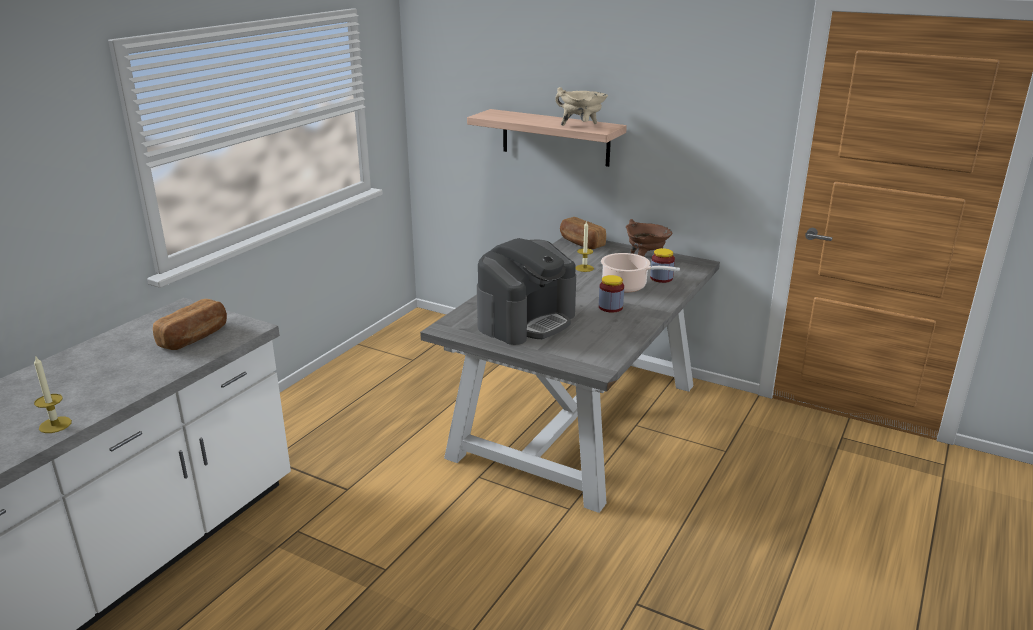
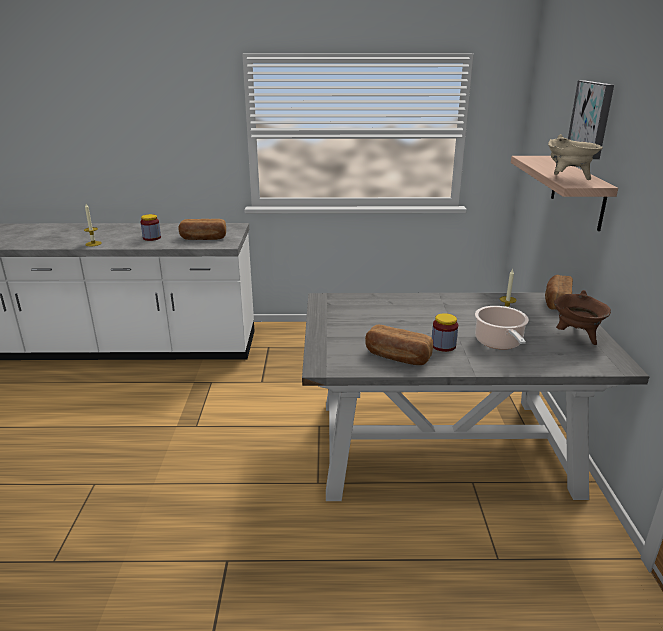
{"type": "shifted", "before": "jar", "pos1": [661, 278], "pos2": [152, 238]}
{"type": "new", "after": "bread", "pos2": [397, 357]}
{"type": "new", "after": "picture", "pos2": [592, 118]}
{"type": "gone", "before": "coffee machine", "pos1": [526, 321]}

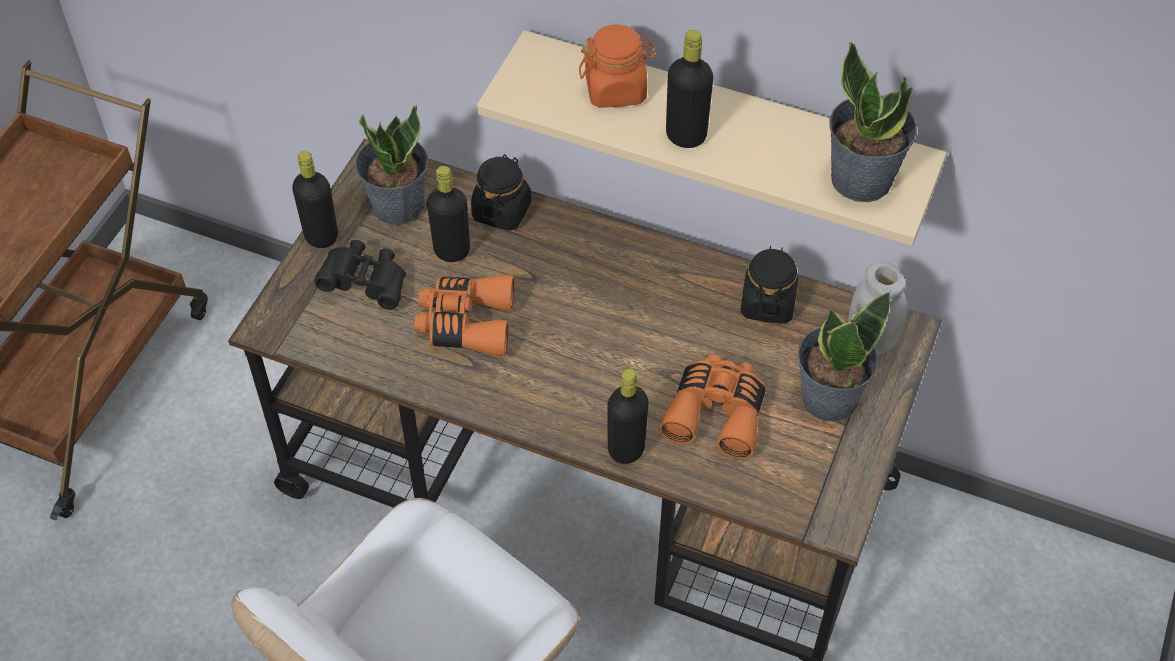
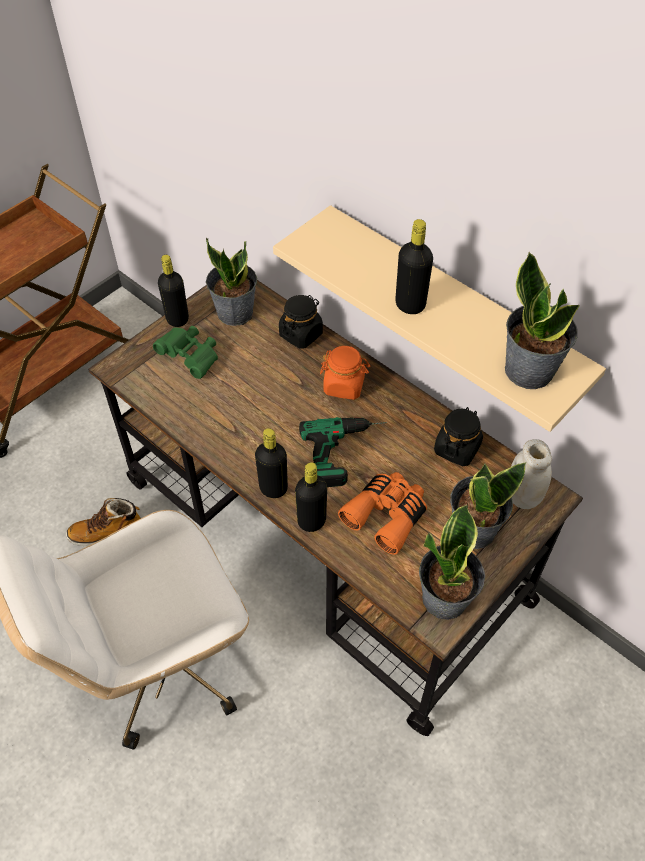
{"type": "new", "after": "boot", "pos2": [107, 532]}
{"type": "repainted", "before": "binoculars (black)", "after": "binoculars (green)", "pos1": [366, 283], "pos2": [191, 357]}
{"type": "shifted", "before": "bottle (black)", "pos1": [452, 251], "pos2": [273, 488]}
{"type": "new", "after": "power drill", "pos2": [346, 453]}
{"type": "shifted", "before": "jar (orange)", "pos1": [616, 89], "pos2": [344, 385]}
{"type": "new", "after": "potted plant", "pos2": [445, 599]}
{"type": "gone", "before": "binoculars (orange)", "pos1": [466, 323]}

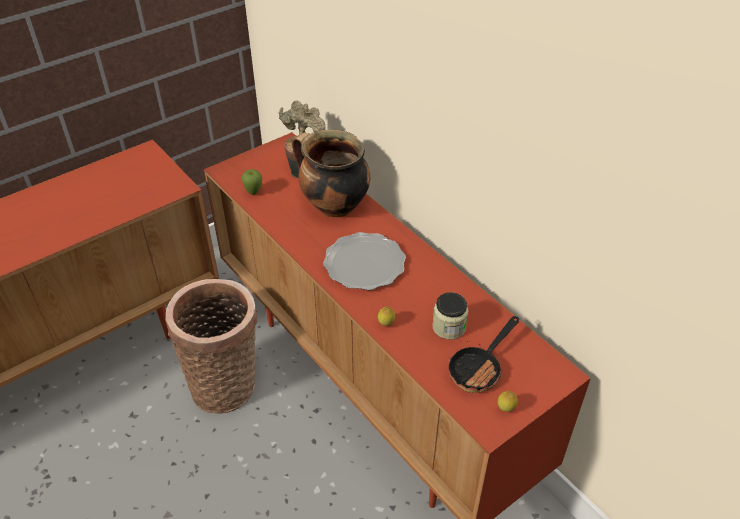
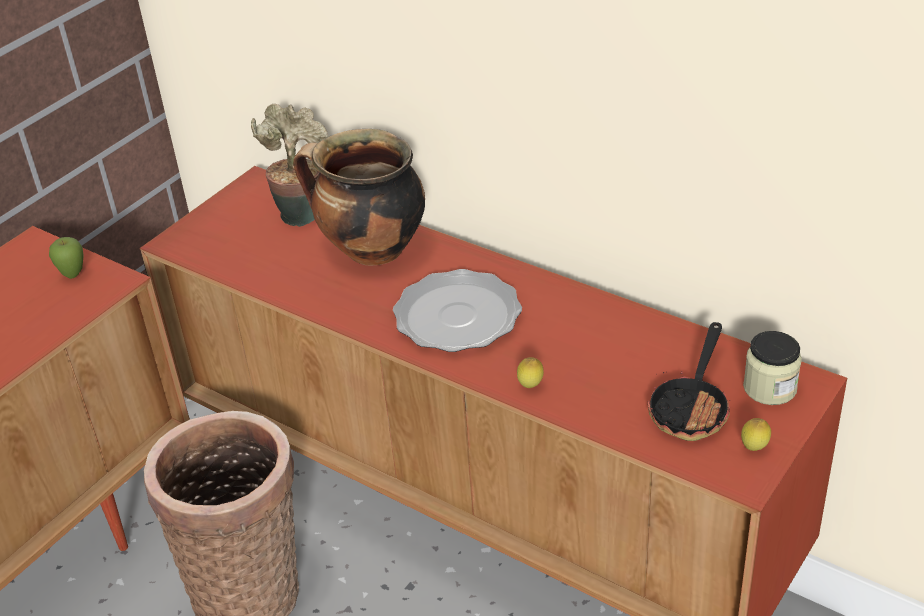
{"type": "shifted", "before": "apple", "pos1": [253, 193], "pos2": [73, 275]}
{"type": "shifted", "before": "jar", "pos1": [449, 327], "pos2": [770, 388]}

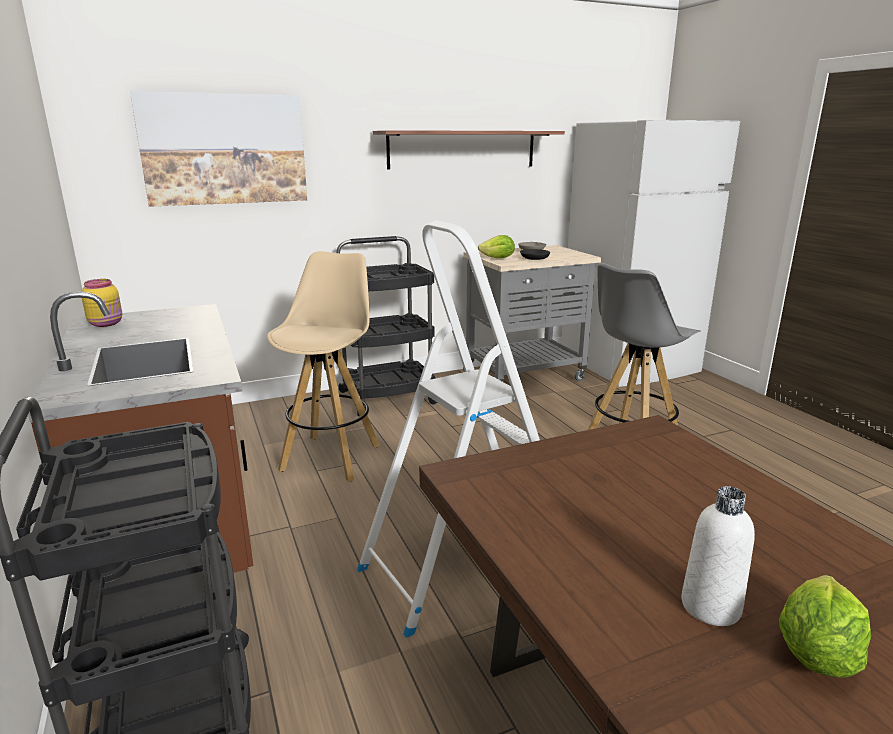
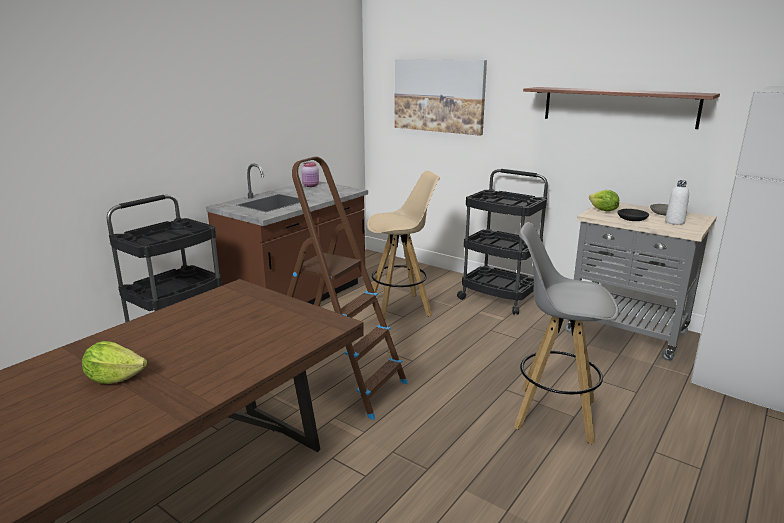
{"type": "repainted", "before": "step ladder (white)", "after": "step ladder (brown)", "pos1": [470, 564], "pos2": [335, 382]}
{"type": "repainted", "before": "jar (yellow)", "after": "jar (pink)", "pos1": [107, 324], "pos2": [311, 186]}
{"type": "shifted", "before": "bottle (white)", "pos1": [710, 606], "pos2": [674, 222]}

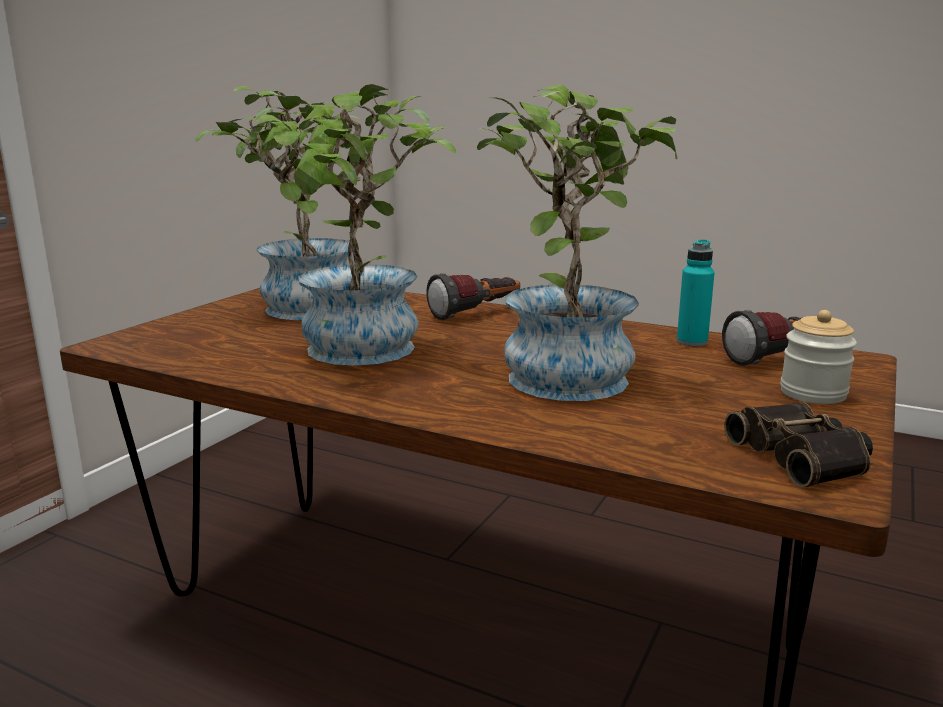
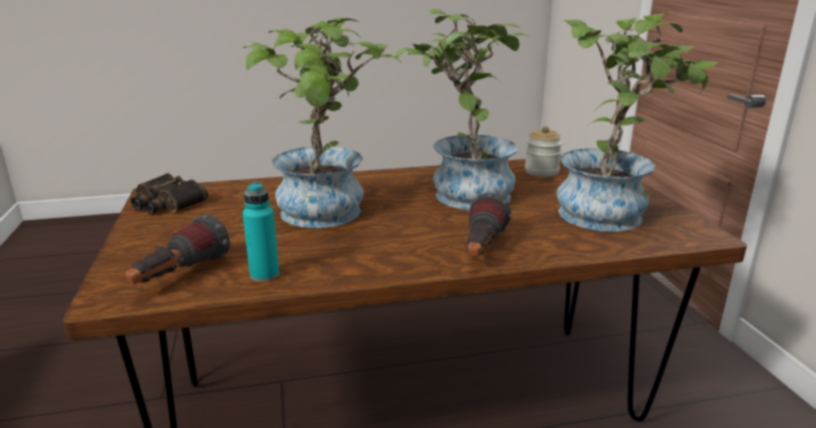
{"type": "shifted", "before": "jar", "pos1": [813, 393], "pos2": [541, 171]}

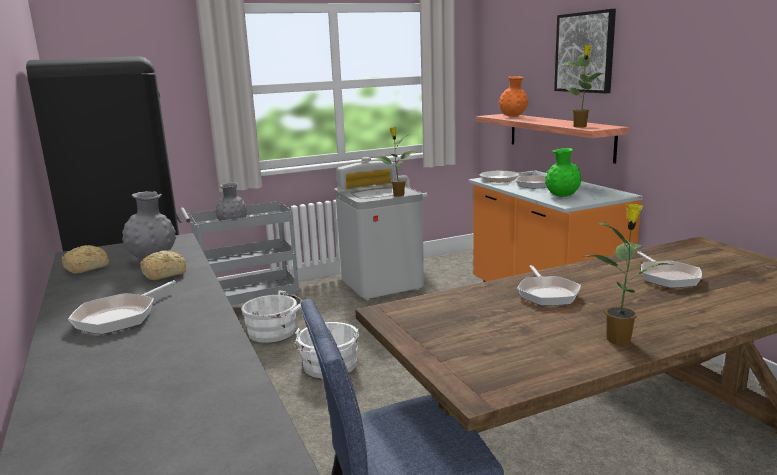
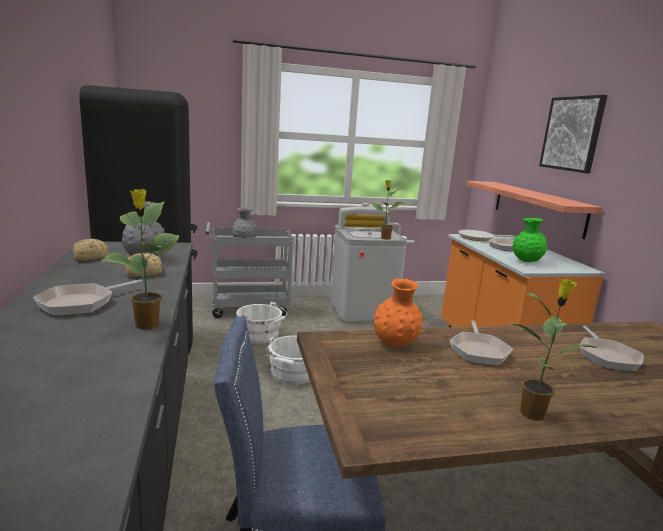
{"type": "shifted", "before": "potted plant", "pos1": [580, 126], "pos2": [147, 325]}
{"type": "shifted", "before": "vase (orange)", "pos1": [513, 116], "pos2": [395, 344]}

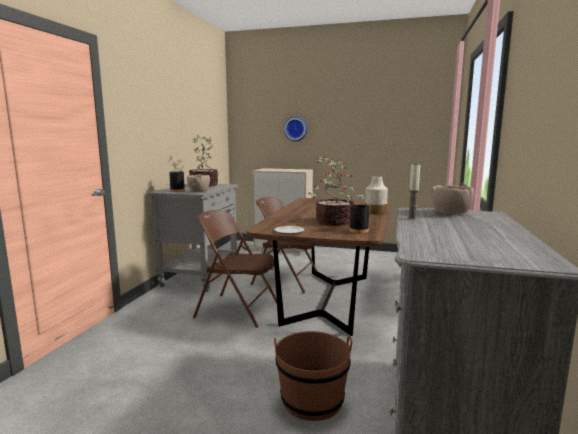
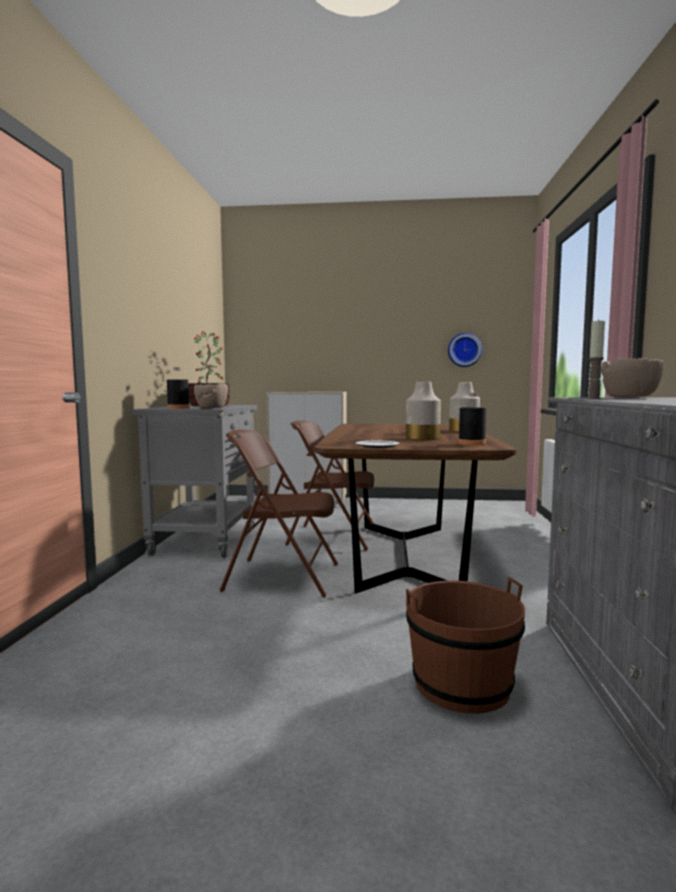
{"type": "swapped", "before": "potted plant", "after": "vase (beige)", "pos1": [332, 222], "pos2": [422, 438]}
{"type": "shifted", "before": "wall clock", "pos1": [296, 129], "pos2": [464, 350]}

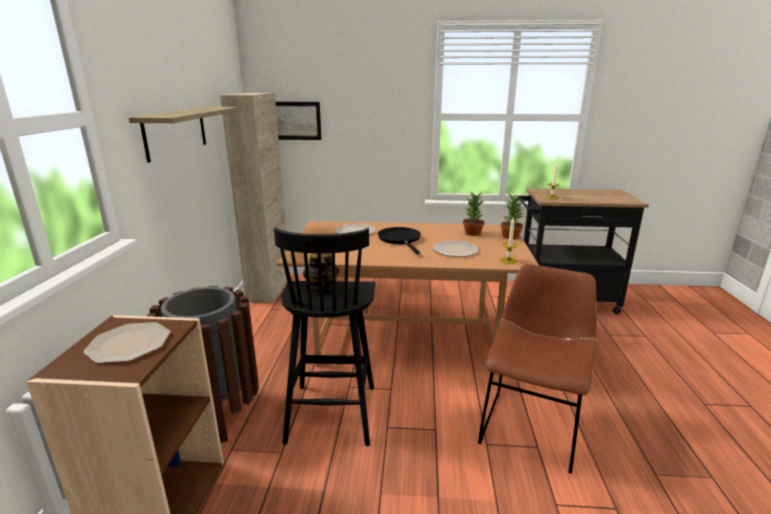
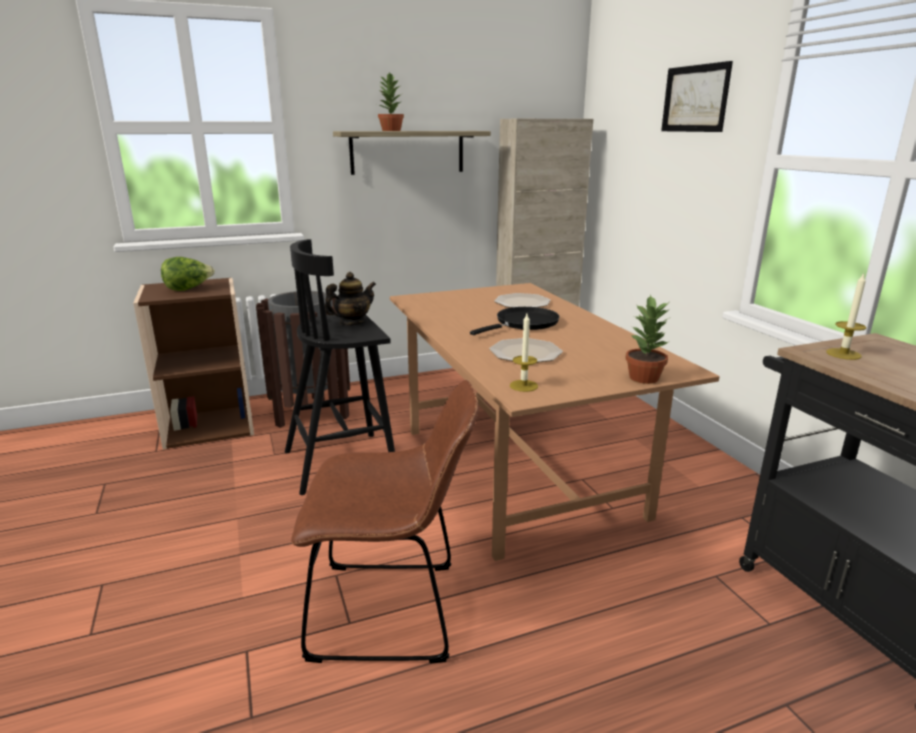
{"type": "swapped", "before": "plate", "after": "lettuce", "pos1": [128, 344], "pos2": [188, 289]}
{"type": "shifted", "before": "potted plant", "pos1": [473, 233], "pos2": [390, 131]}
{"type": "shifted", "before": "picture", "pos1": [294, 120], "pos2": [695, 98]}

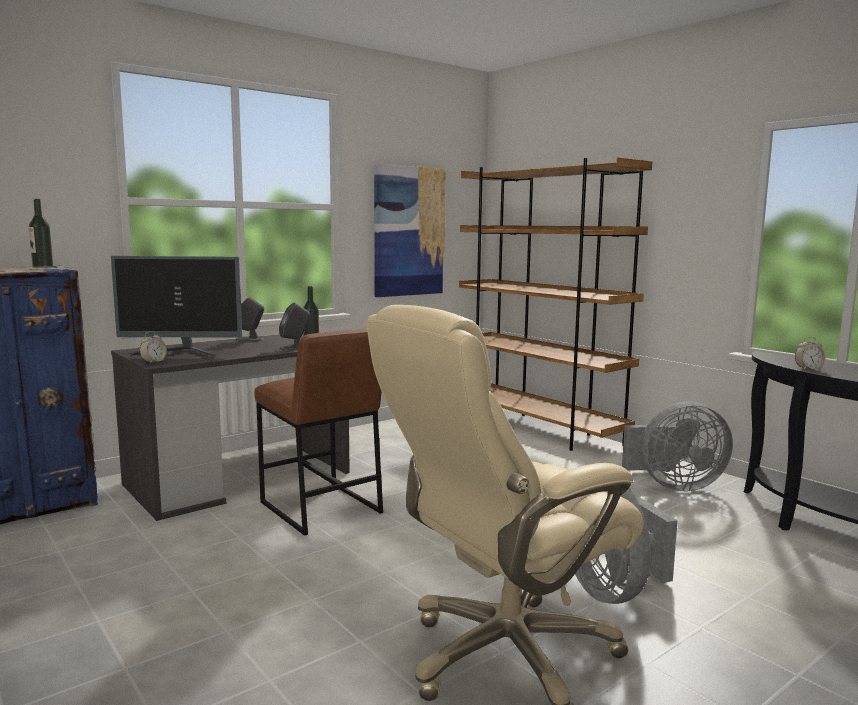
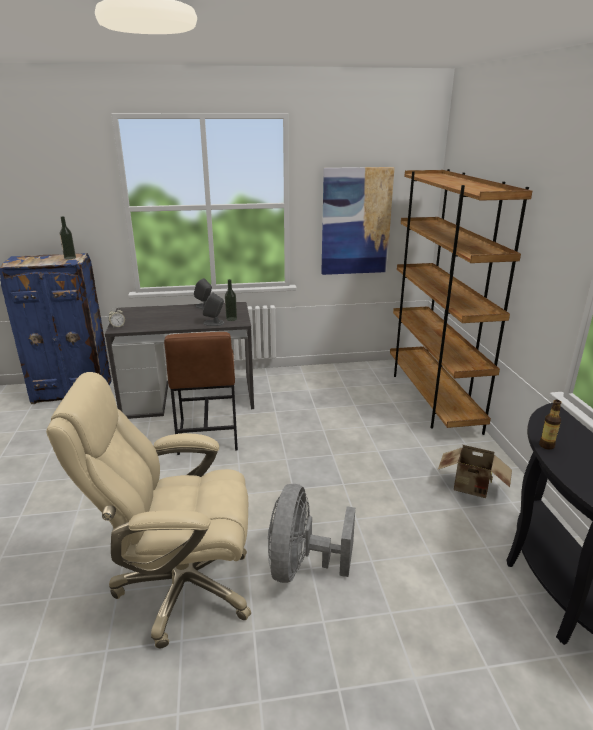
{"type": "swapped", "before": "fan (grey)", "after": "cardboard box", "pos1": [674, 485], "pos2": [472, 488]}
{"type": "swapped", "before": "alarm clock", "after": "bottle", "pos1": [808, 369], "pos2": [546, 445]}
{"type": "gone", "before": "monitor", "pos1": [182, 353]}

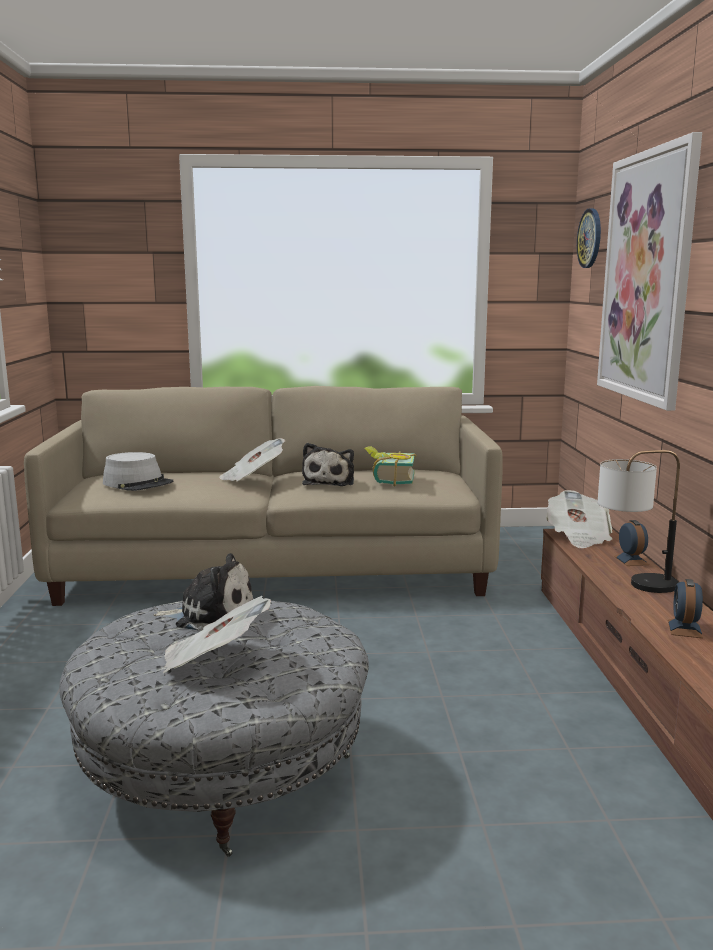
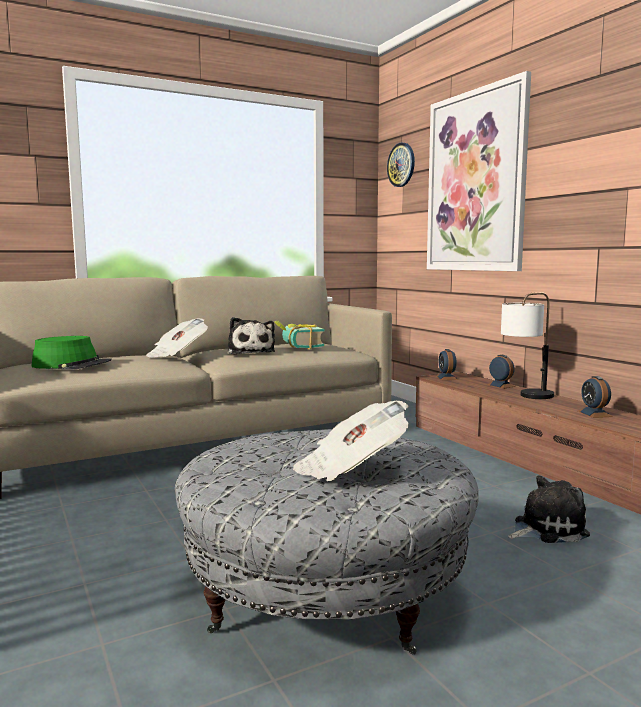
{"type": "repainted", "before": "hat (grey)", "after": "hat (green)", "pos1": [138, 483], "pos2": [72, 365]}
{"type": "swapped", "before": "newspaper", "after": "alarm clock", "pos1": [578, 537], "pos2": [446, 378]}
{"type": "shifted", "before": "plush toy", "pos1": [210, 615], "pos2": [546, 529]}

